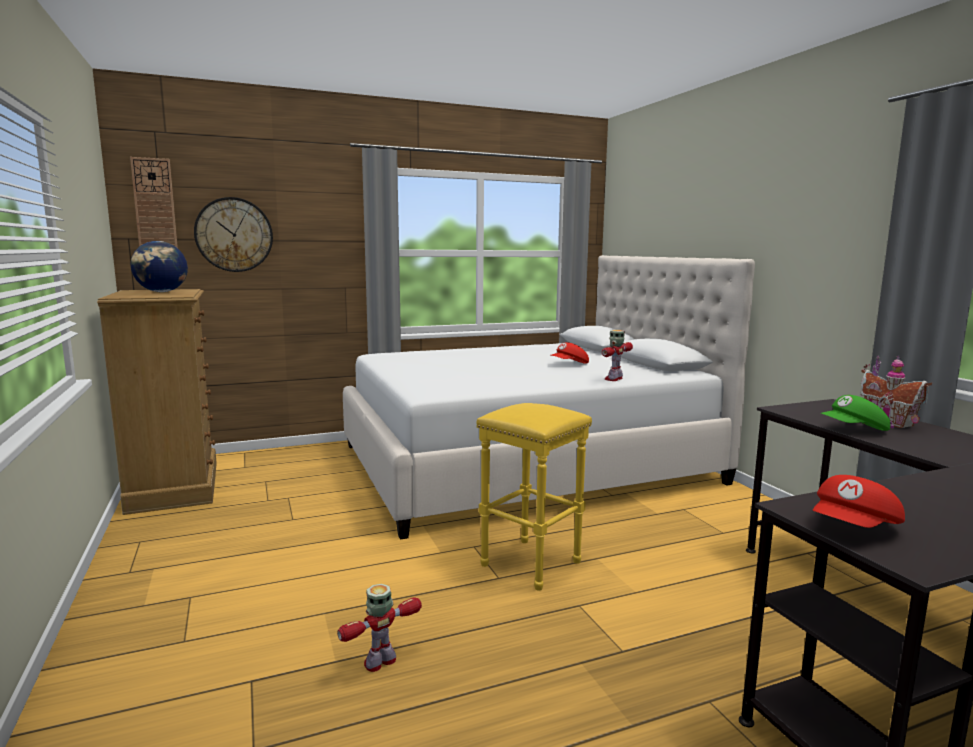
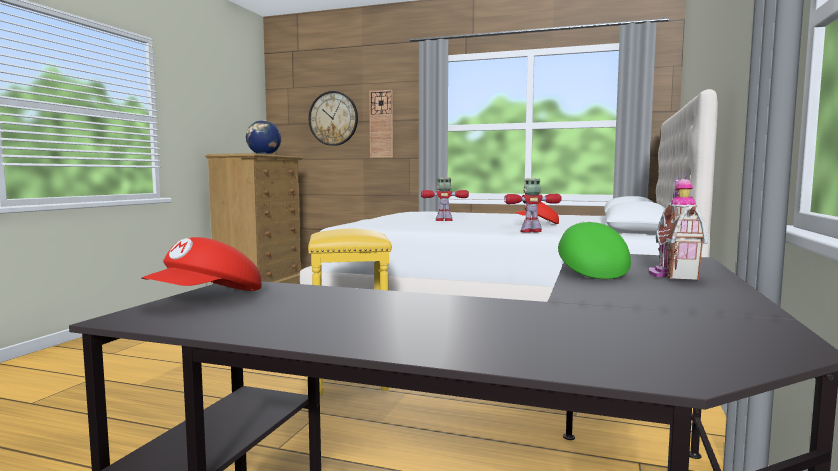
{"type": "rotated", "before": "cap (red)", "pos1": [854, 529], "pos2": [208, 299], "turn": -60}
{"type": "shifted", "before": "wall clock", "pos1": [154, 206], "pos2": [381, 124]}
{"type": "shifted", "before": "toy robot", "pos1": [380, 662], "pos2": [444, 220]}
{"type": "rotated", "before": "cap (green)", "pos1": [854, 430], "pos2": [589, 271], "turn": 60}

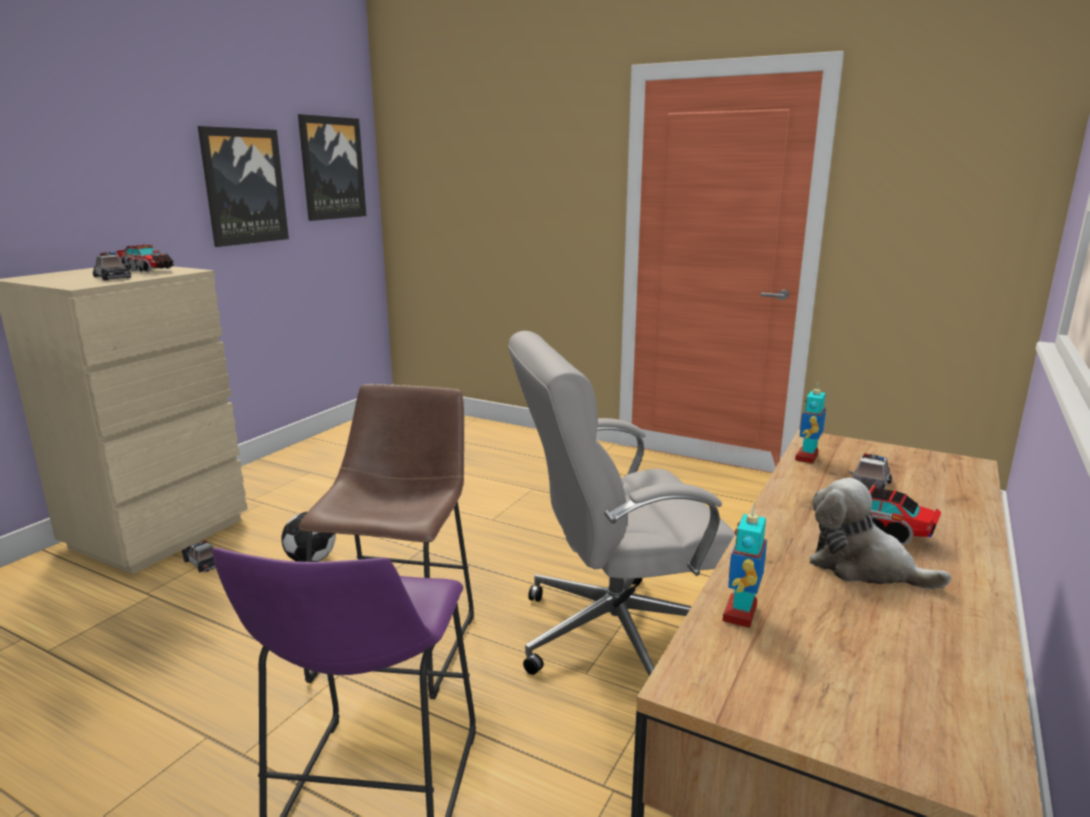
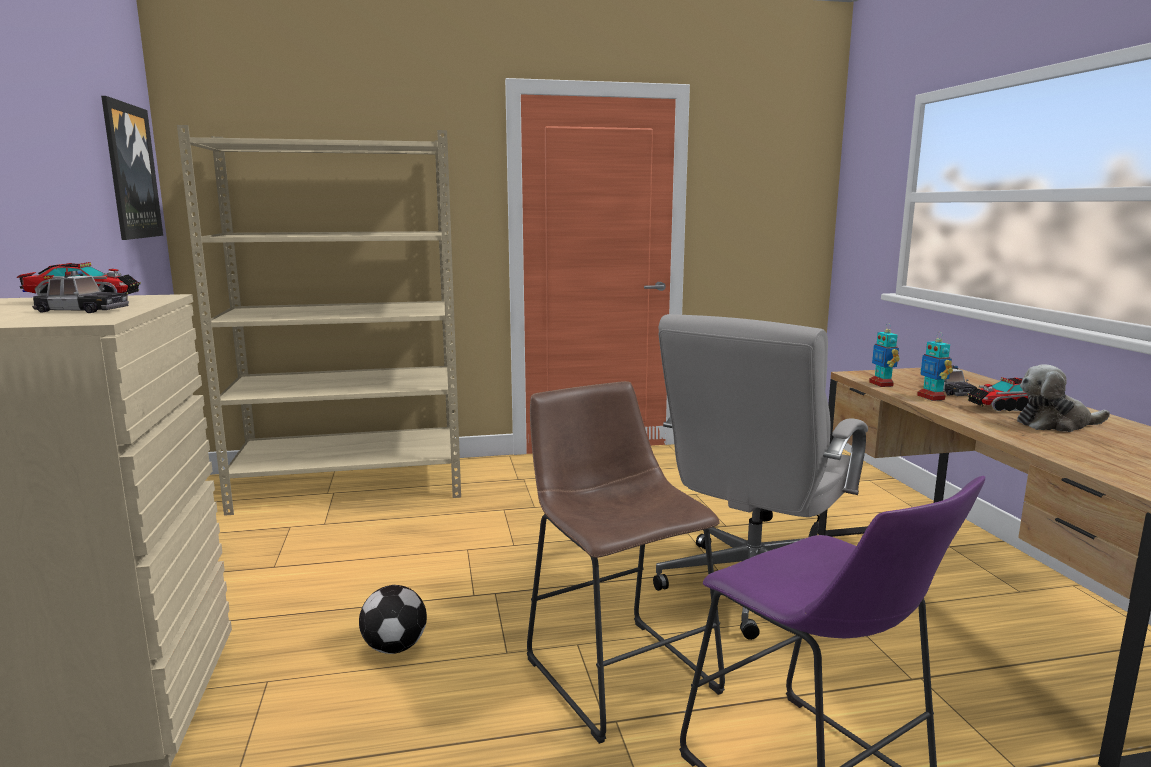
{"type": "new", "after": "bookcase (beige)", "pos2": [351, 484]}
{"type": "shifted", "before": "toy robot", "pos1": [741, 614], "pos2": [931, 397]}
{"type": "gone", "before": "toy car", "pos1": [203, 562]}
{"type": "gone", "before": "picture", "pos1": [244, 186]}

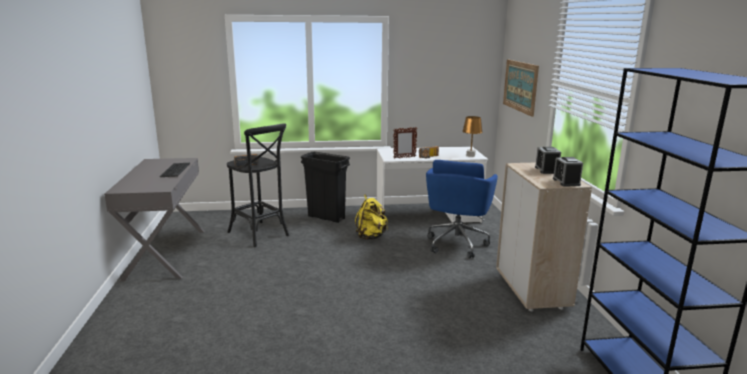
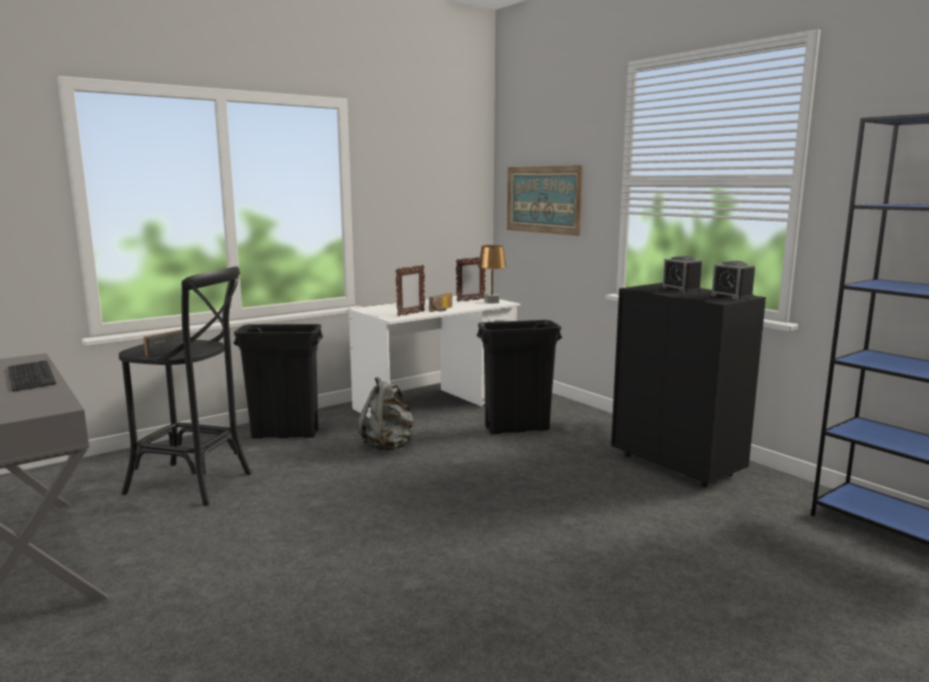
{"type": "repainted", "before": "backpack (yellow)", "after": "backpack (grey)", "pos1": [370, 237], "pos2": [389, 446]}
{"type": "new", "after": "picture frame", "pos2": [470, 300]}
{"type": "swapped", "before": "office chair (blue)", "after": "trash can (black)", "pos1": [456, 243], "pos2": [516, 429]}
{"type": "repainted", "before": "cabinet (beige)", "after": "cabinet (black)", "pos1": [532, 292], "pos2": [678, 465]}

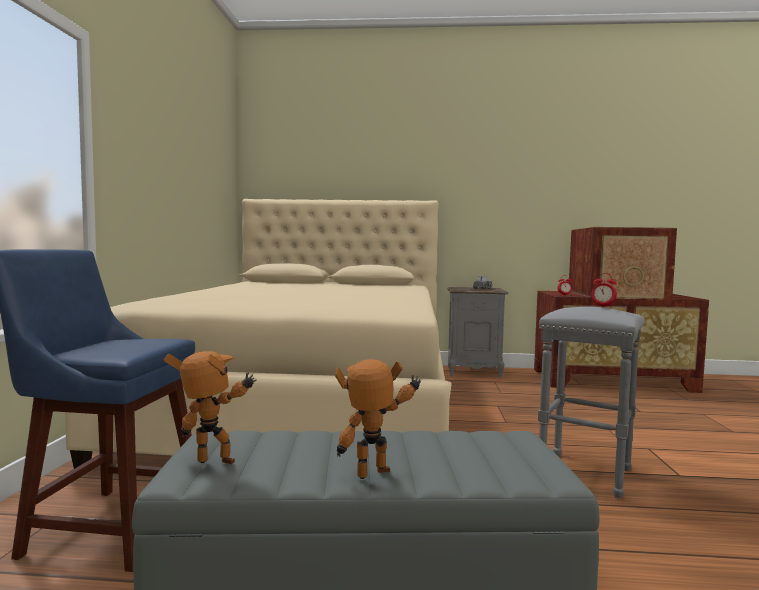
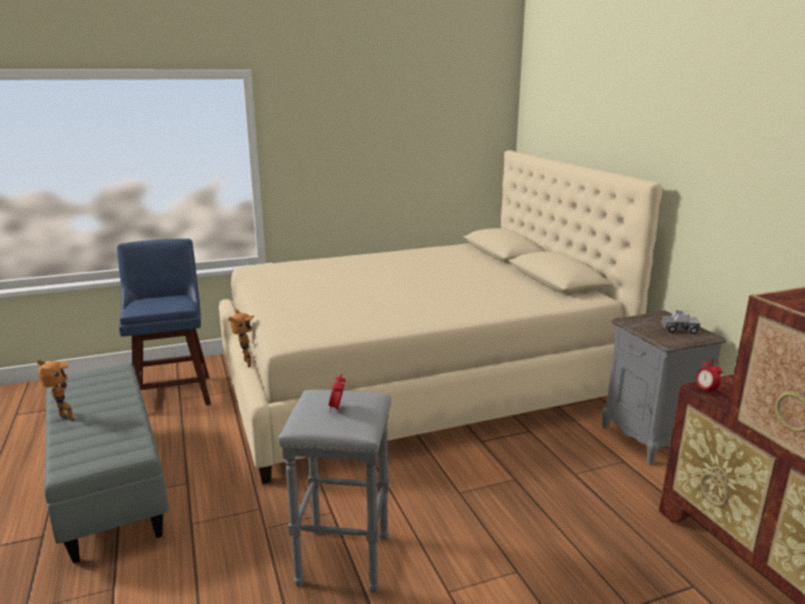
{"type": "shifted", "before": "toy robot", "pos1": [214, 464], "pos2": [245, 364]}

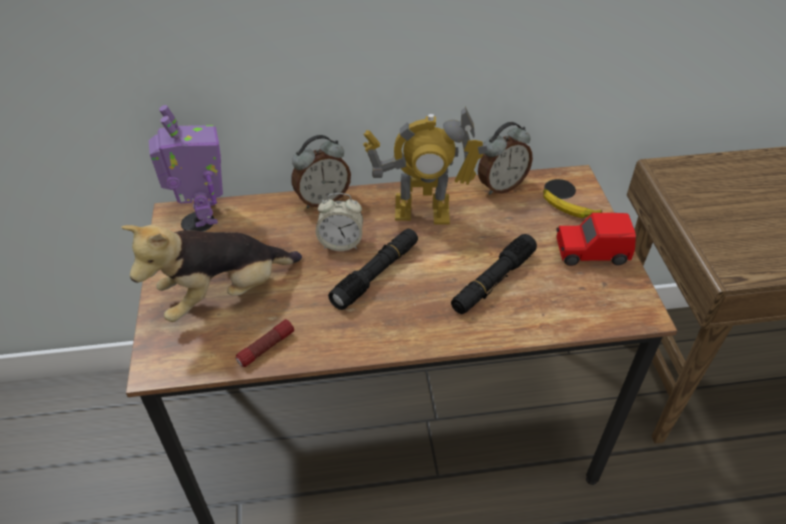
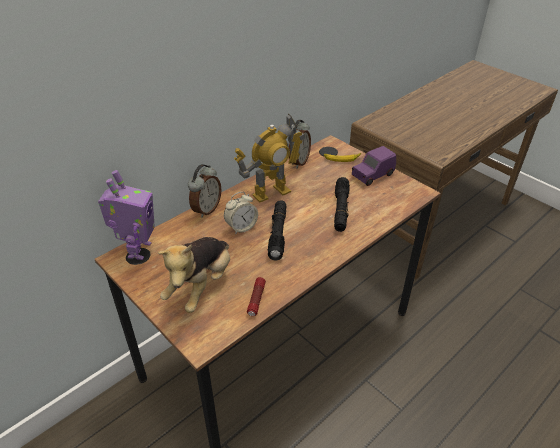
{"type": "rotated", "before": "toy robot", "pos1": [202, 215], "pos2": [137, 250], "turn": 60}
{"type": "repainted", "before": "toy car (red)", "after": "toy car (purple)", "pos1": [590, 253], "pos2": [372, 175]}

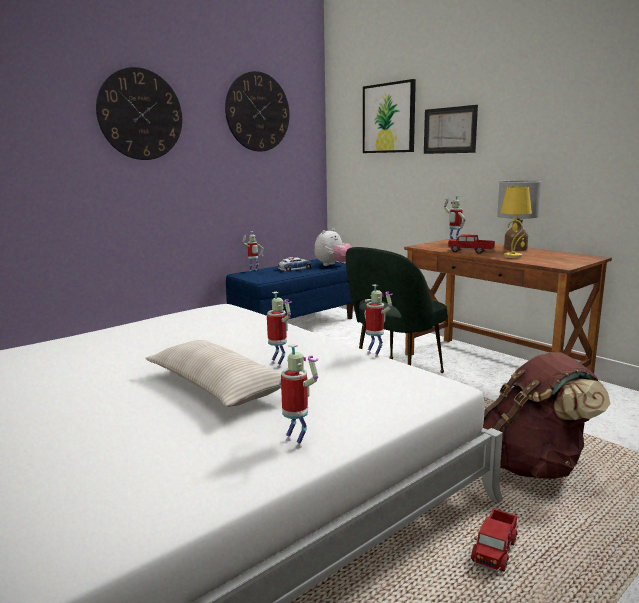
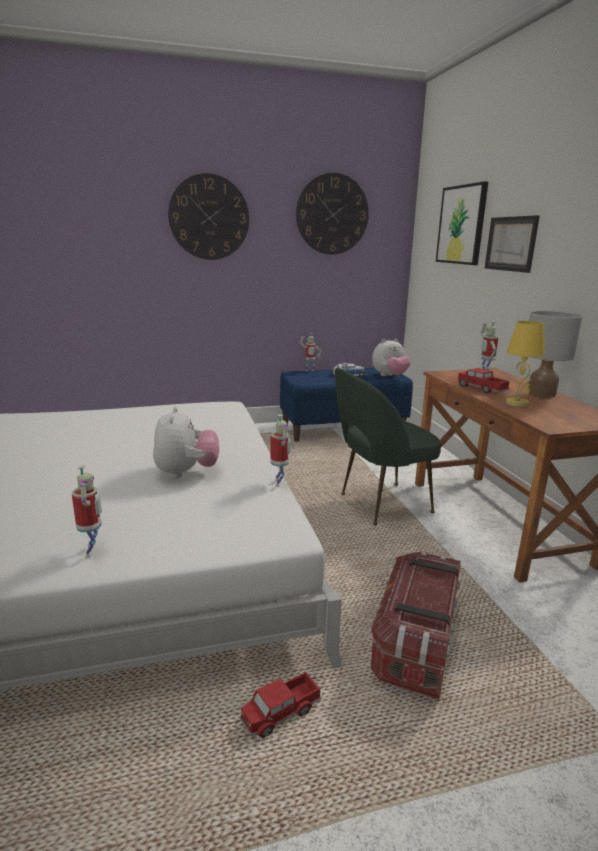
{"type": "swapped", "before": "toy robot", "after": "plush toy", "pos1": [279, 364], "pos2": [186, 473]}
{"type": "swapped", "before": "backpack (brown)", "after": "storage box", "pos1": [533, 465], "pos2": [416, 643]}
{"type": "gone", "before": "pillow (beige)", "pos1": [217, 387]}

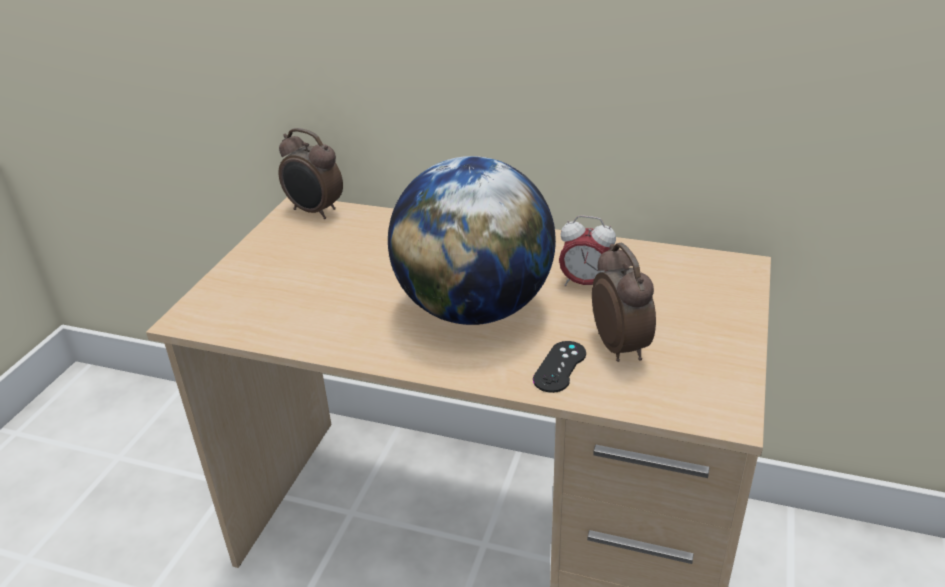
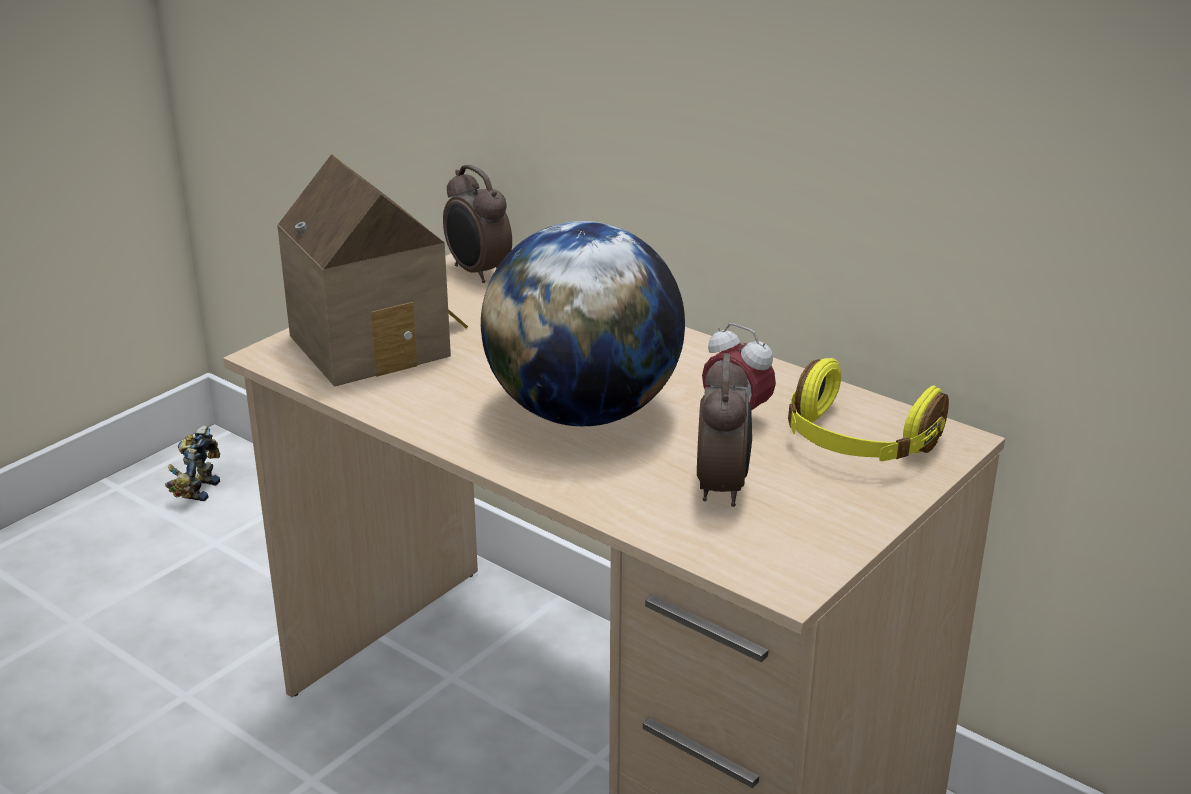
{"type": "new", "after": "toy robot", "pos2": [197, 489]}
{"type": "new", "after": "toy house", "pos2": [376, 344]}
{"type": "new", "after": "headphones (yellow)", "pos2": [857, 442]}
{"type": "gone", "before": "game controller (black)", "pos1": [560, 367]}

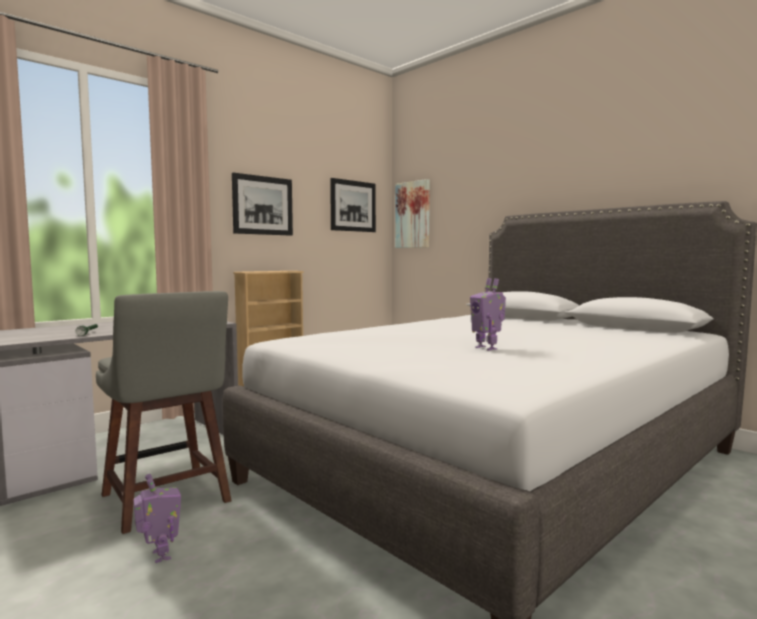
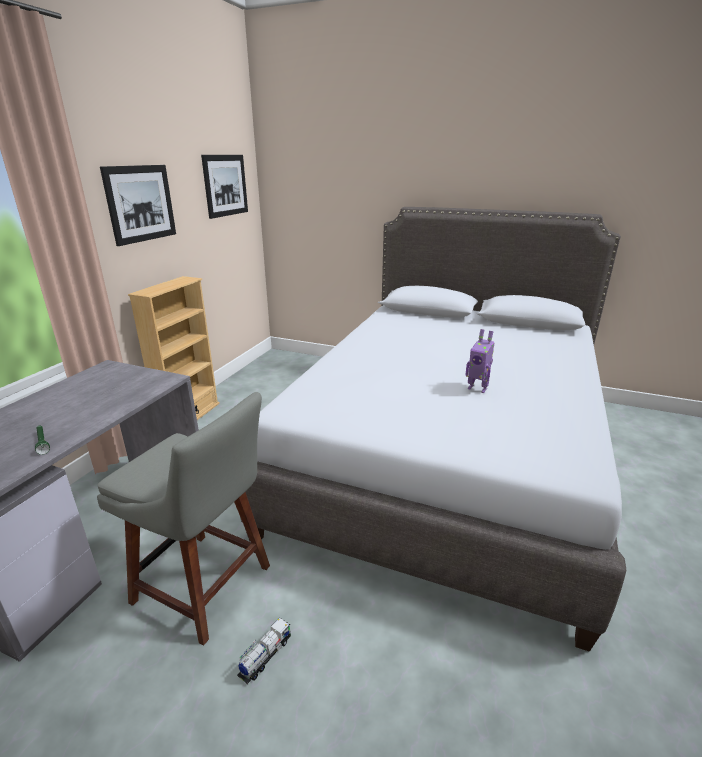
{"type": "swapped", "before": "toy robot", "after": "toy truck", "pos1": [159, 556], "pos2": [265, 656]}
{"type": "gone", "before": "picture", "pos1": [413, 215]}

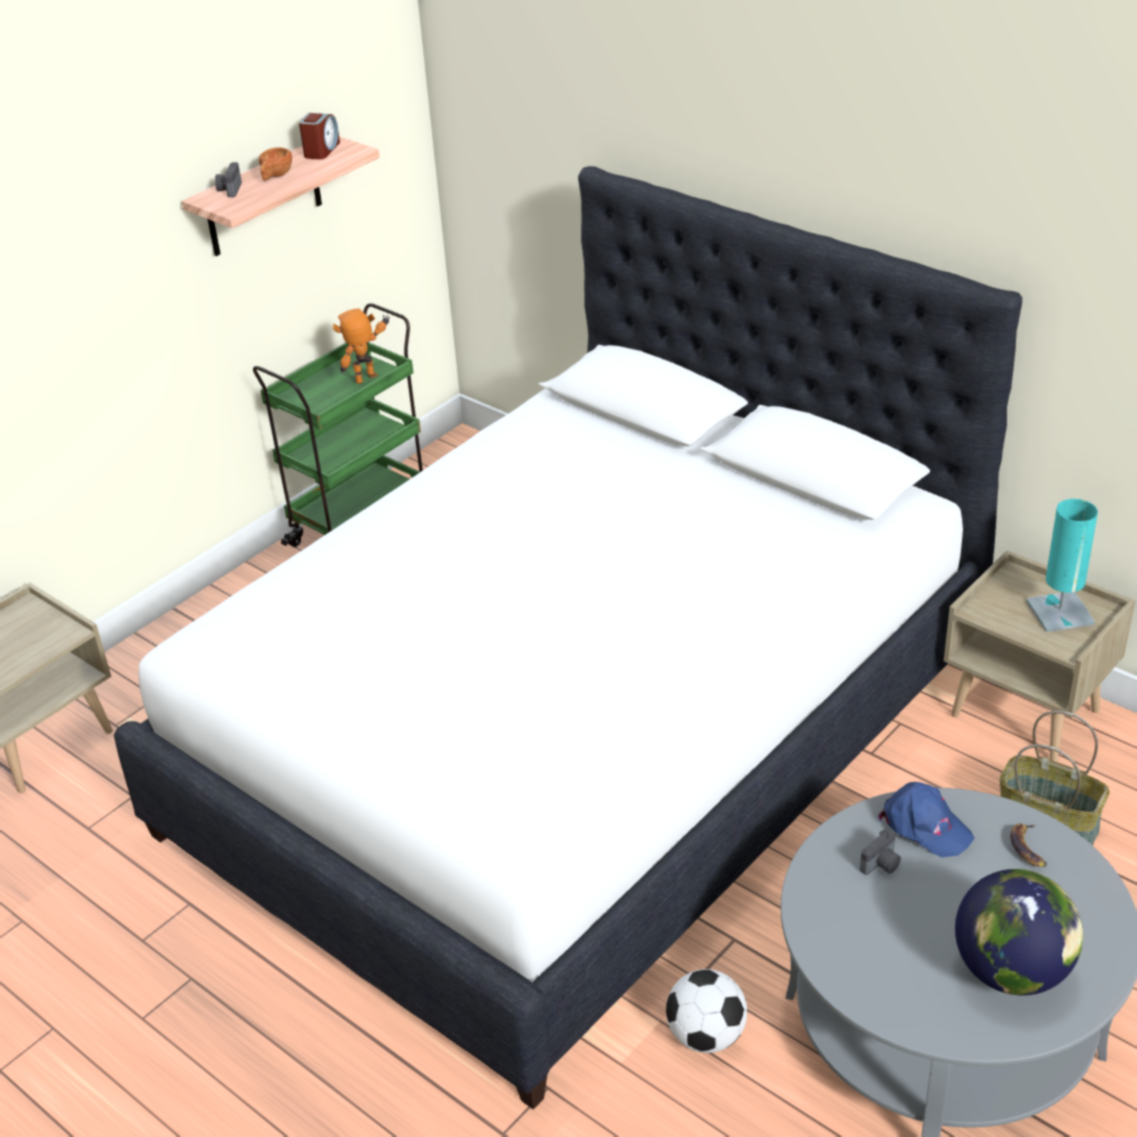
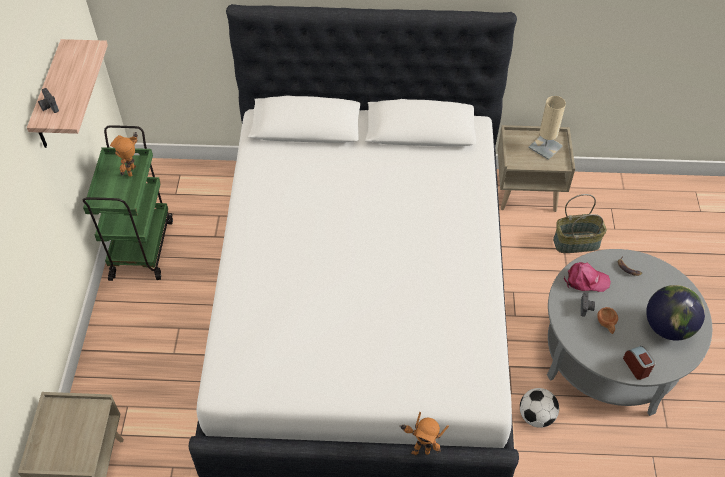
{"type": "new", "after": "toy robot", "pos2": [420, 450]}
{"type": "repainted", "before": "table lamp (turquoise)", "after": "table lamp (beige)", "pos1": [1060, 613], "pos2": [545, 147]}
{"type": "repainted", "before": "cap (blue)", "after": "cap (pink)", "pos1": [924, 826], "pos2": [585, 280]}
{"type": "shifted", "before": "cup (brown)", "pos1": [275, 176], "pos2": [606, 325]}
{"type": "shifted", "before": "alarm clock", "pos1": [321, 150], "pos2": [636, 366]}

